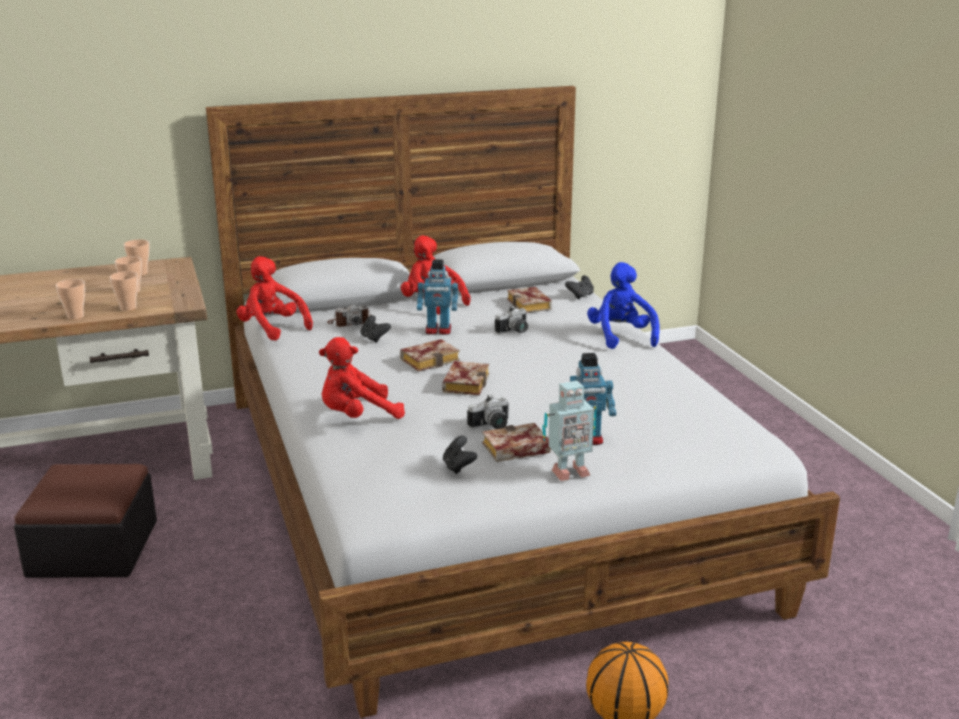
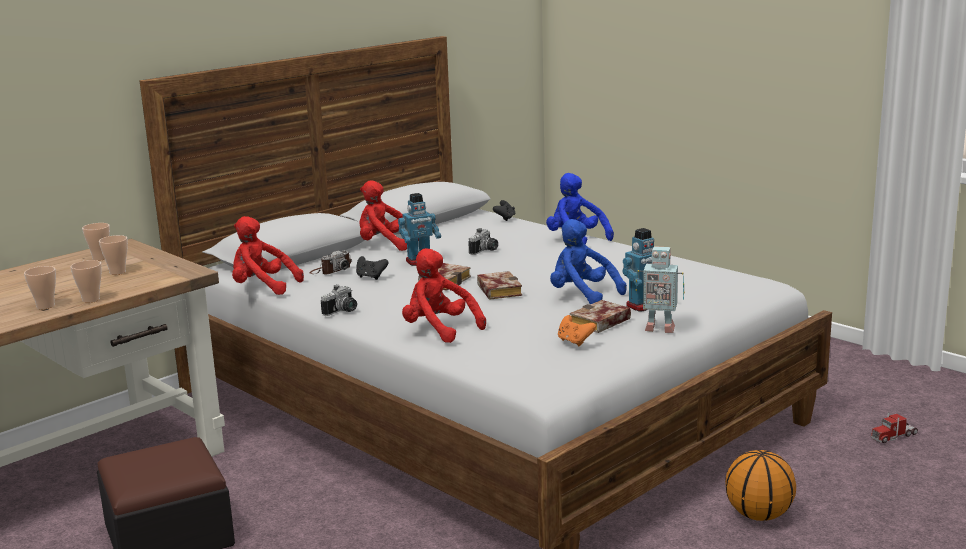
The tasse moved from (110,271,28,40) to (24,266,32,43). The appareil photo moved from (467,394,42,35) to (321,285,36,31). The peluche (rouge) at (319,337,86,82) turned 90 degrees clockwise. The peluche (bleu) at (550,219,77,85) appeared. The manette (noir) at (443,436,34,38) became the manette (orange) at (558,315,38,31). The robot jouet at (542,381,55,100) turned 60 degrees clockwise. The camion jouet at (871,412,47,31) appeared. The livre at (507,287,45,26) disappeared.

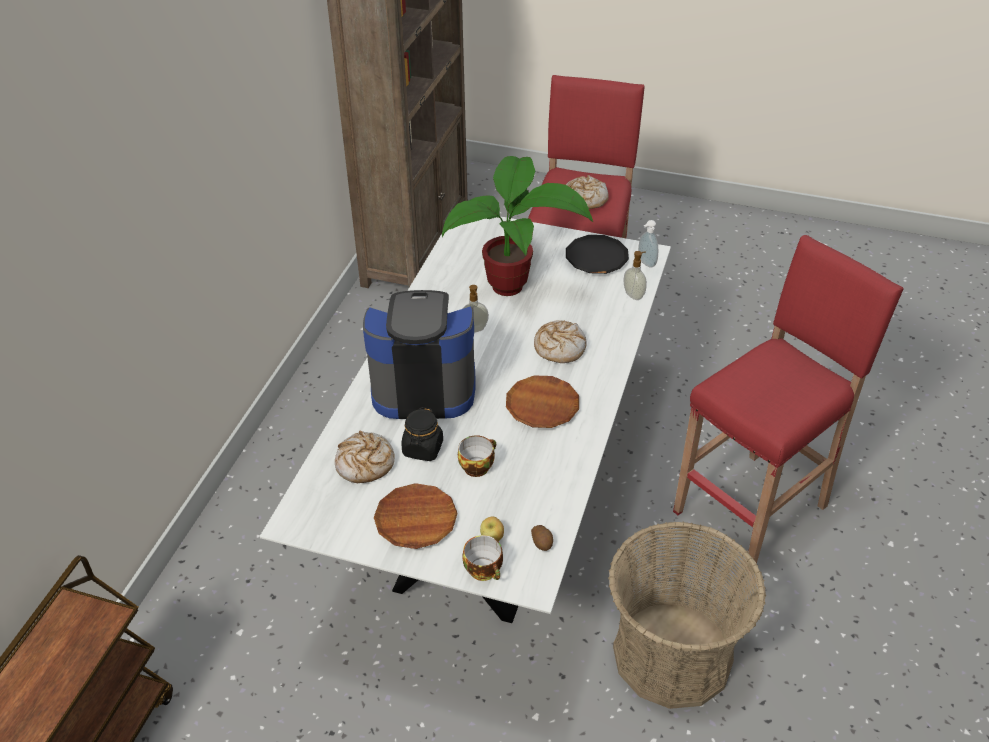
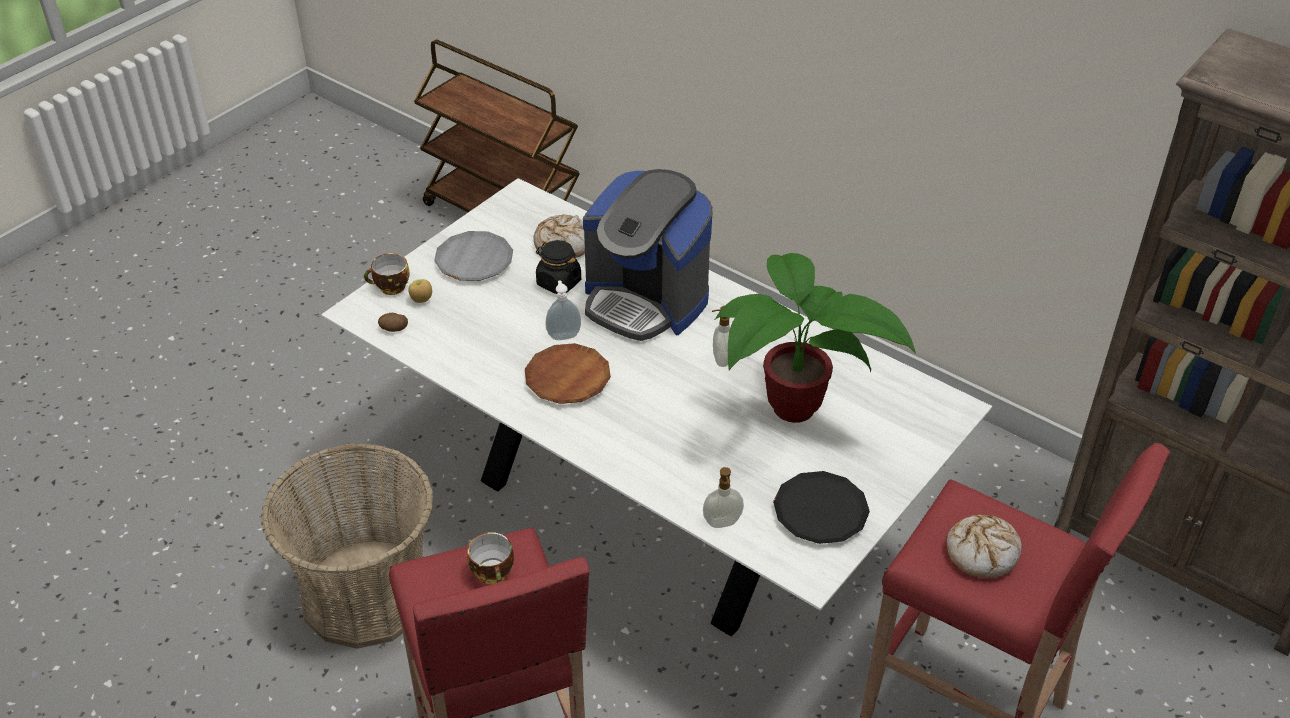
The assiette (marron) at (374,483,84,66) became the assiette (gris) at (434,231,79,50). The tasse moved from (458,435,38,42) to (467,532,47,52). The distributeur de savon moved from (638,220,20,48) to (546,280,35,60). The machine à café at (363,290,113,129) turned 105 degrees clockwise. The pain at (534,320,53,43) disappeared.

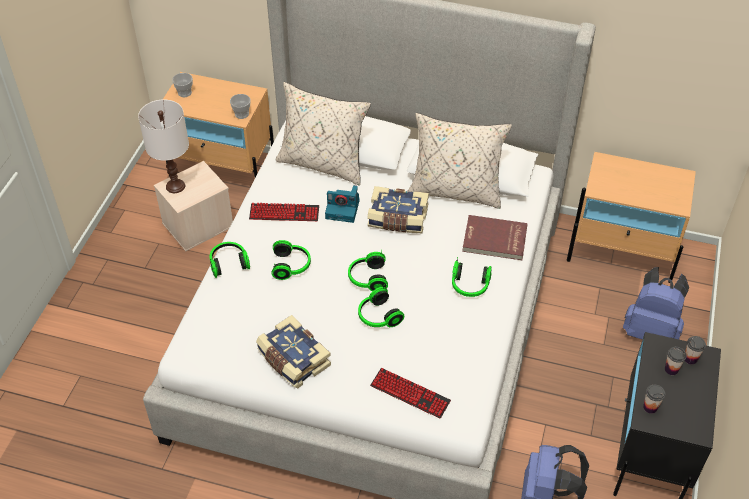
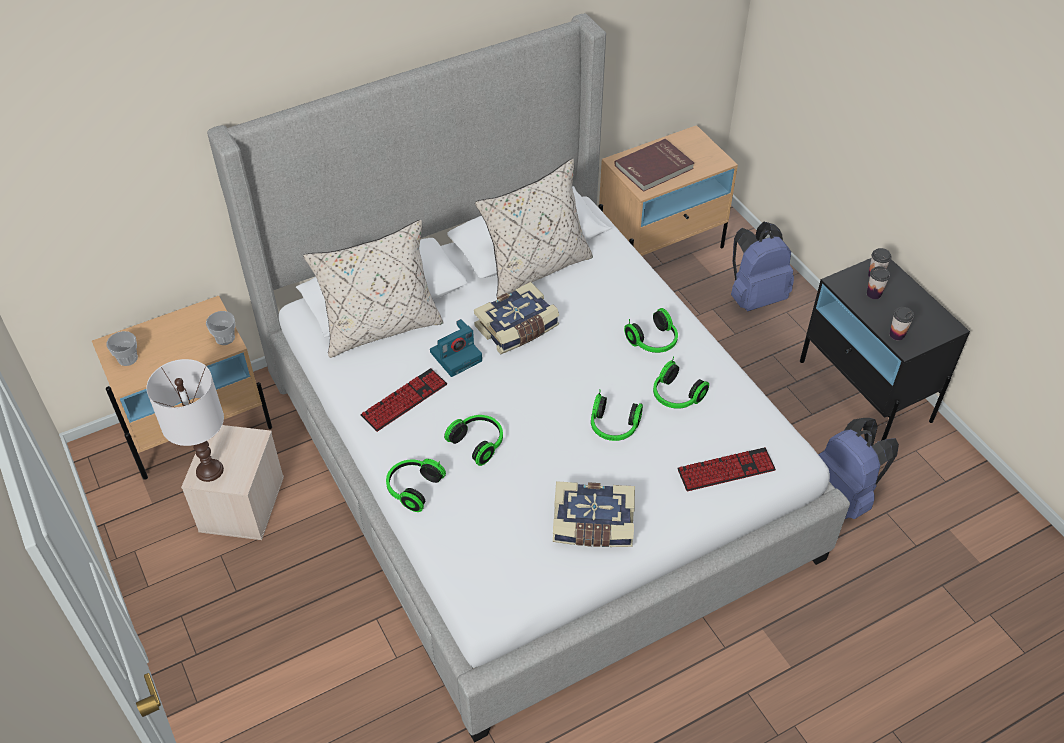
The livre (rouge) moved from (462,215,66,45) to (615,139,79,53). The casque audio moved from (348,250,40,41) to (653,356,56,53).

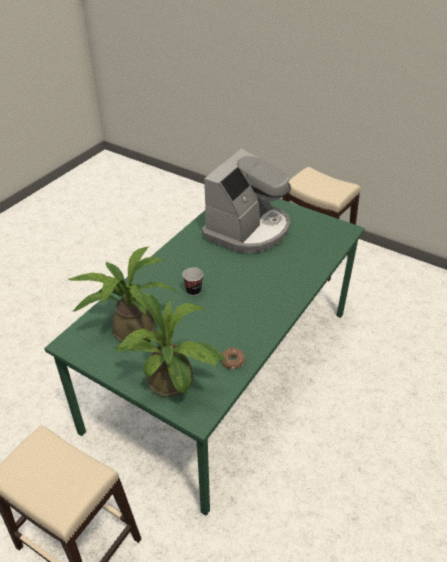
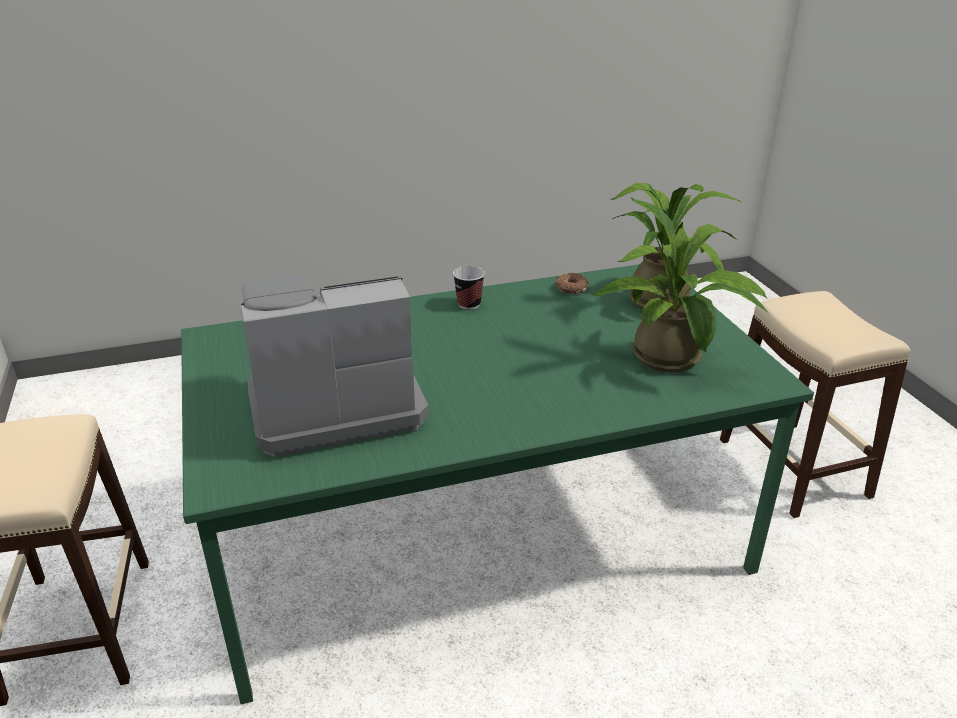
The tasse moved from (183,267,20,29) to (453,266,32,44).

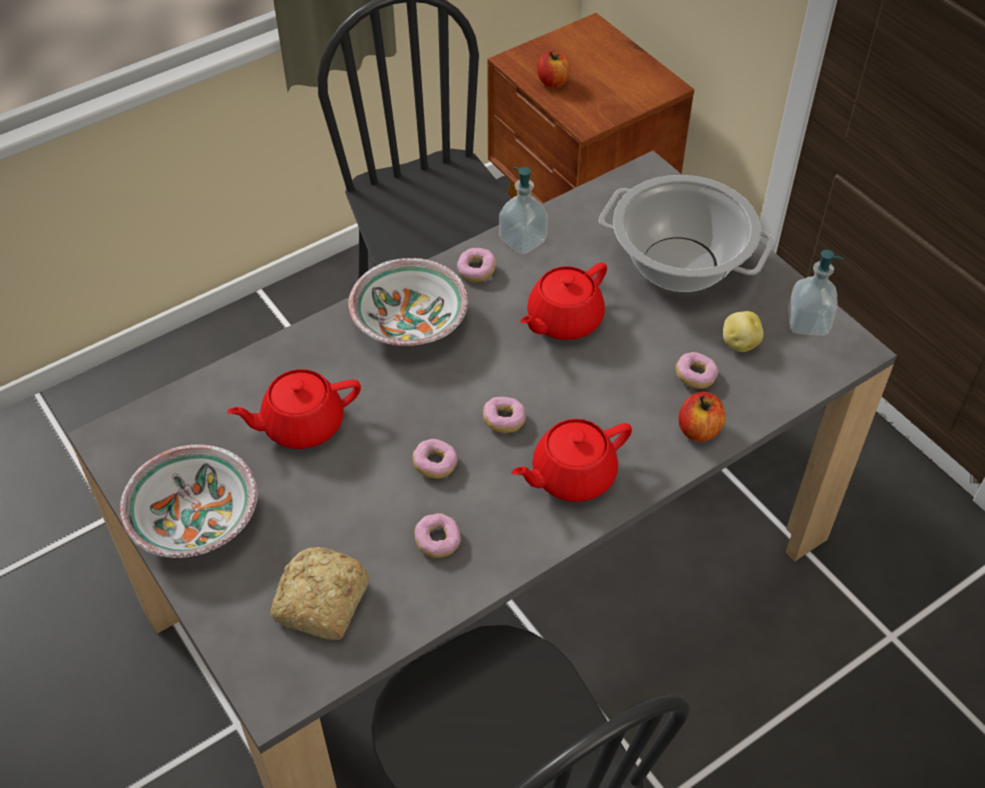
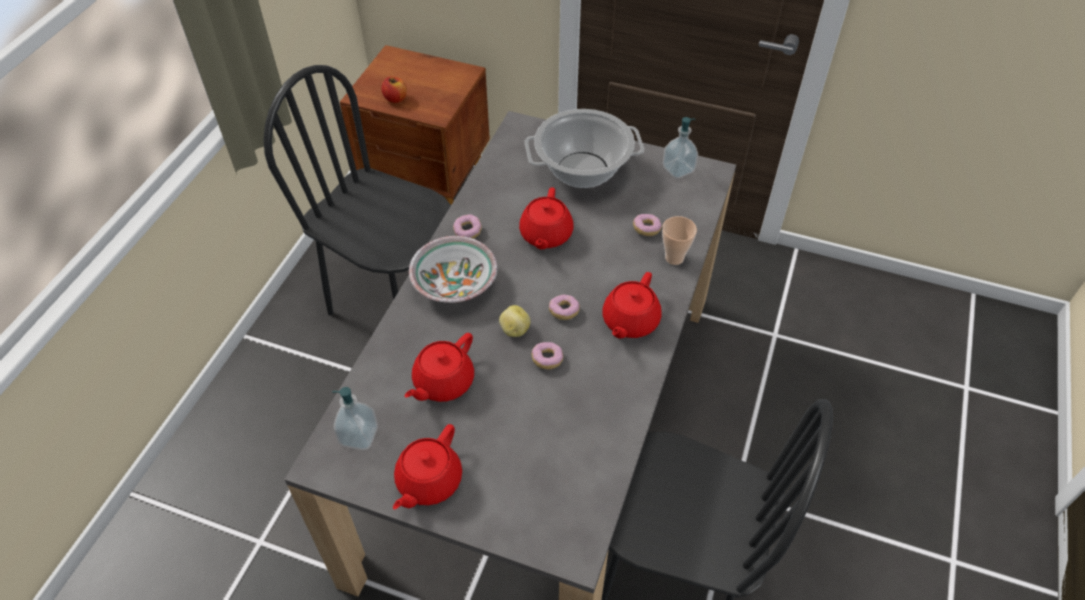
The distributeur de savon moved from (499,167,49,88) to (332,387,46,63). The bol at (120,444,138,114) was replaced by the théière (rouge) at (393,424,69,86). The pomme de terre moved from (723,311,41,41) to (499,305,31,32). The pomme at (679,392,46,50) was replaced by the tasse at (662,216,35,49). The pain at (271,547,98,93) disappeared. The beignet at (415,513,46,45) disappeared.

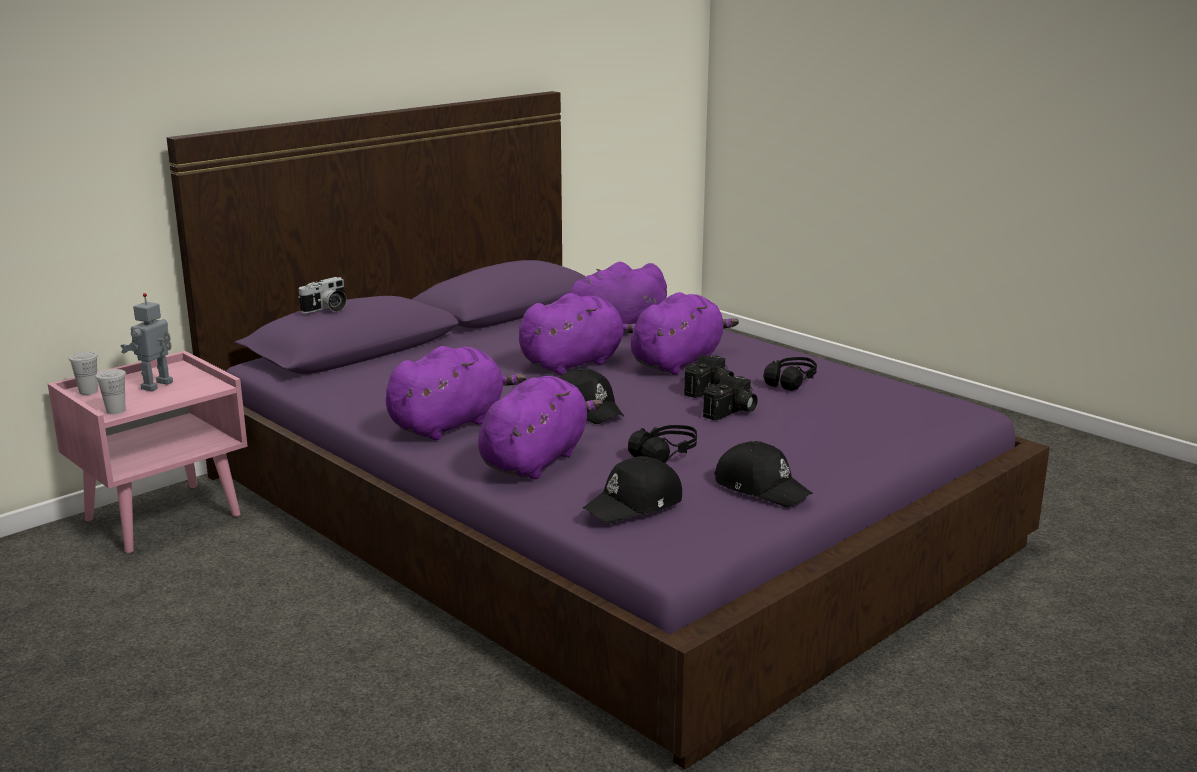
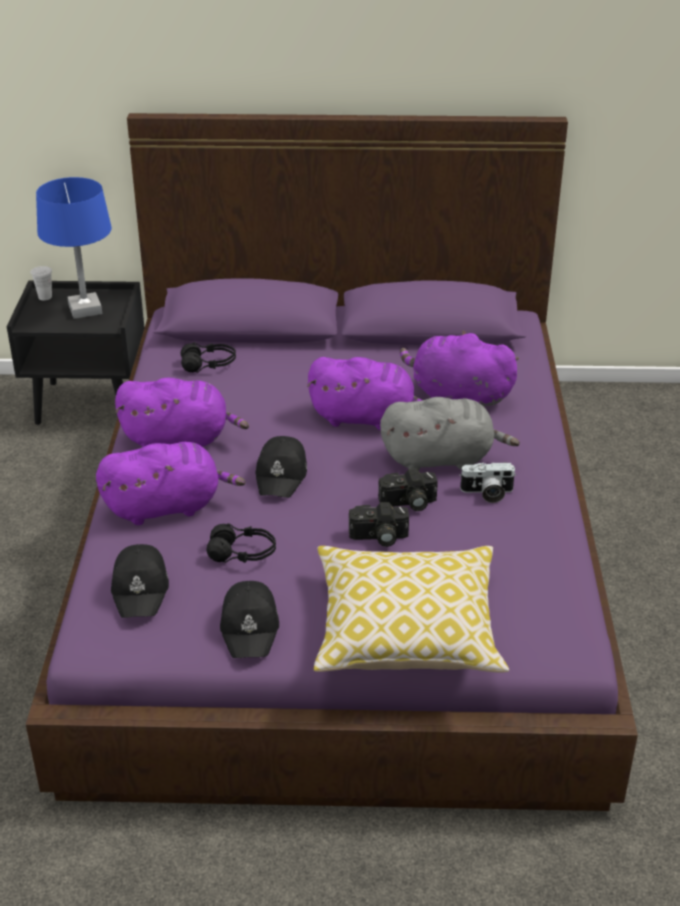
The table de chevet (rose) at (48,351,200,202) became the table de chevet (noir) at (7,281,138,144). The robot jouet at (120,293,53,98) was replaced by the lampe de table (bleu) at (36,177,76,142). The casquette (noir) at (583,456,99,67) turned 105 degrees counterclockwise. The casque audio (noir) moved from (764,357,53,34) to (181,342,55,31). The coussin at (314,546,195,127) appeared. The peluche (violet) at (631,292,108,83) became the peluche (gris) at (380,397,140,74). The appareil photo moved from (298,277,48,36) to (459,462,57,41). The tasse (blanc) at (96,369,30,45) disappeared.

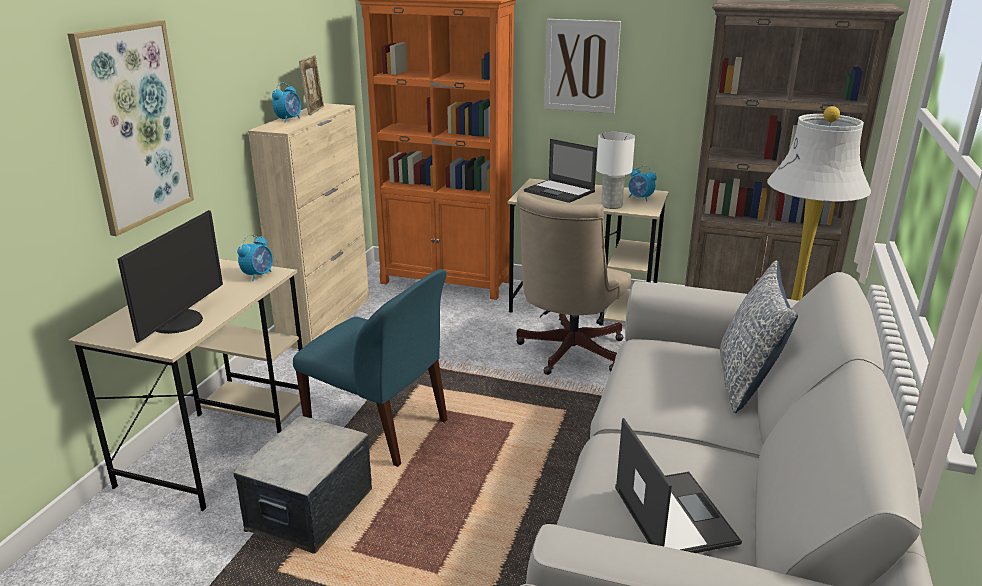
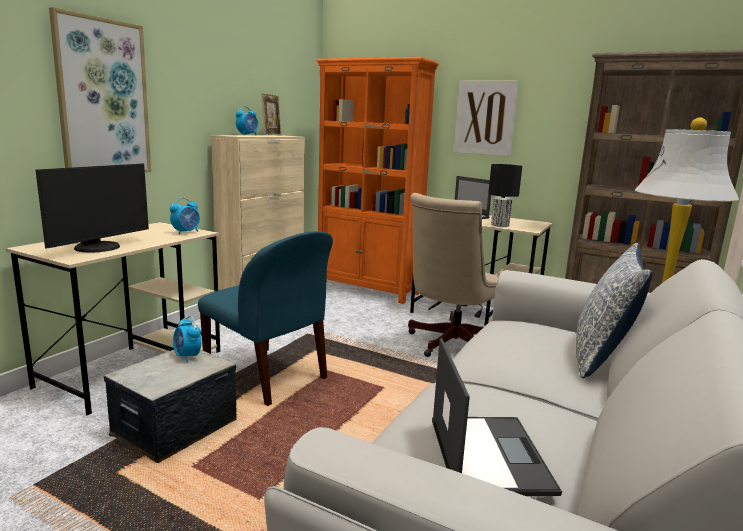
The réveil moved from (629,166,28,35) to (173,316,29,47). The lampe de table (blanc) at (596,132,39,77) became the lampe de table (noir) at (488,164,34,63).

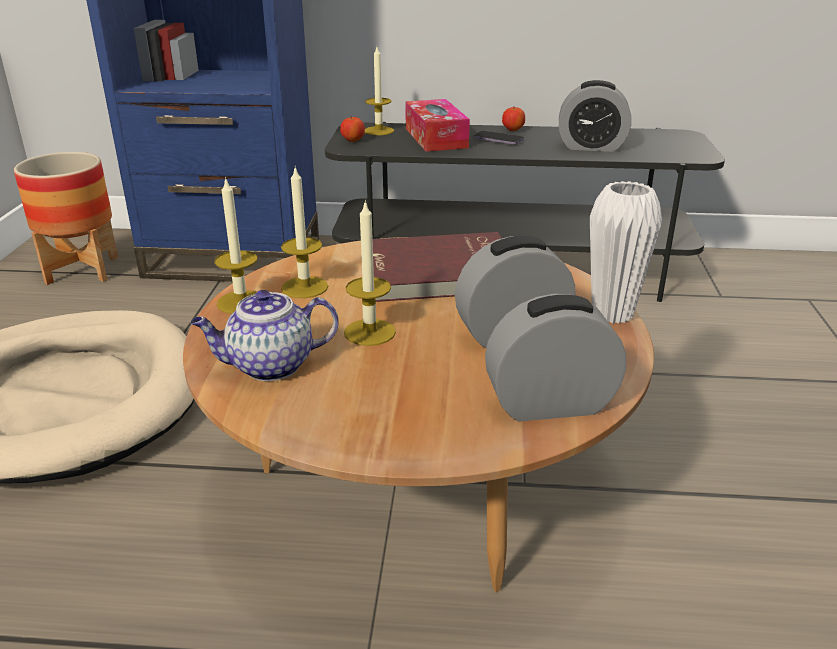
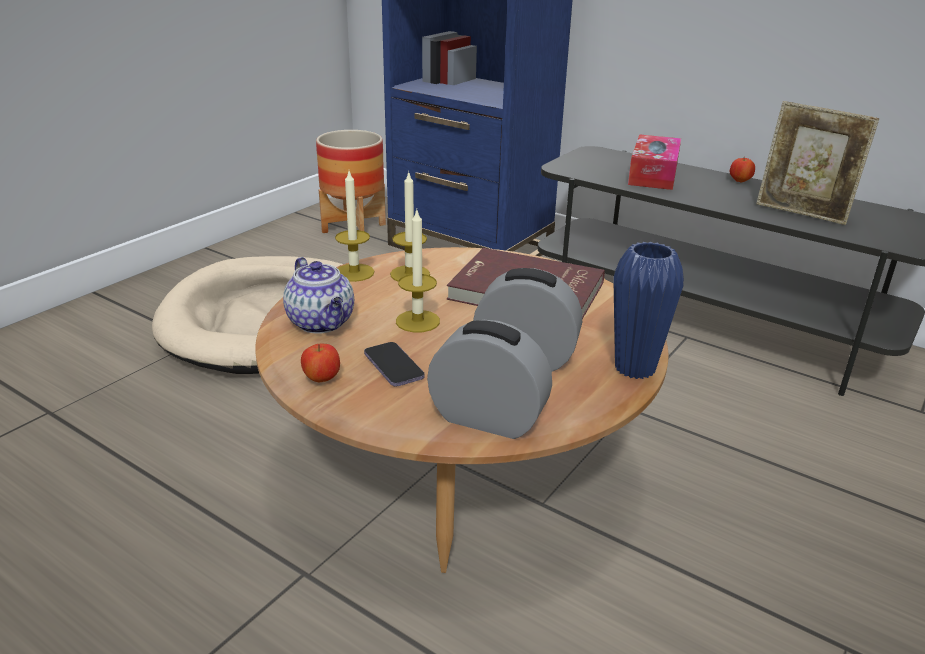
The théière at (190,290,148,91) turned 135 degrees counterclockwise. The pomme moved from (340,116,25,26) to (301,344,39,38). The téléphone moved from (473,131,51,14) to (364,342,61,45). The vase (blanc) at (590,181,72,143) became the vase (bleu) at (613,242,71,137). The réveil at (559,80,72,72) was replaced by the cadre photo at (756,101,123,124). The bougie at (365,47,29,88) disappeared.

